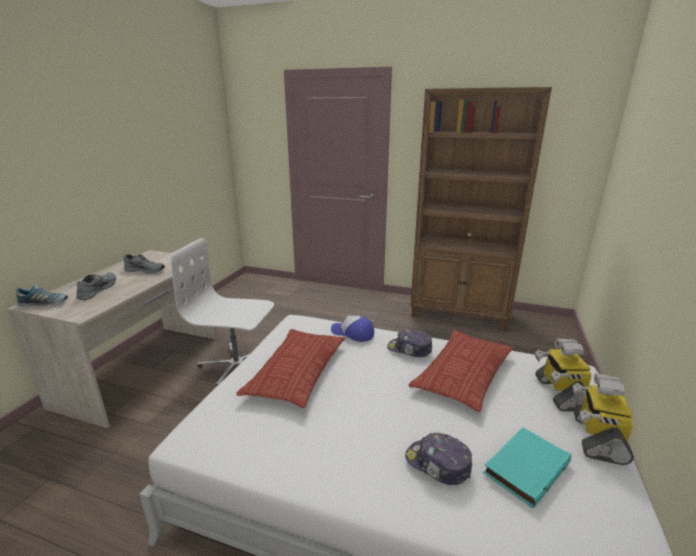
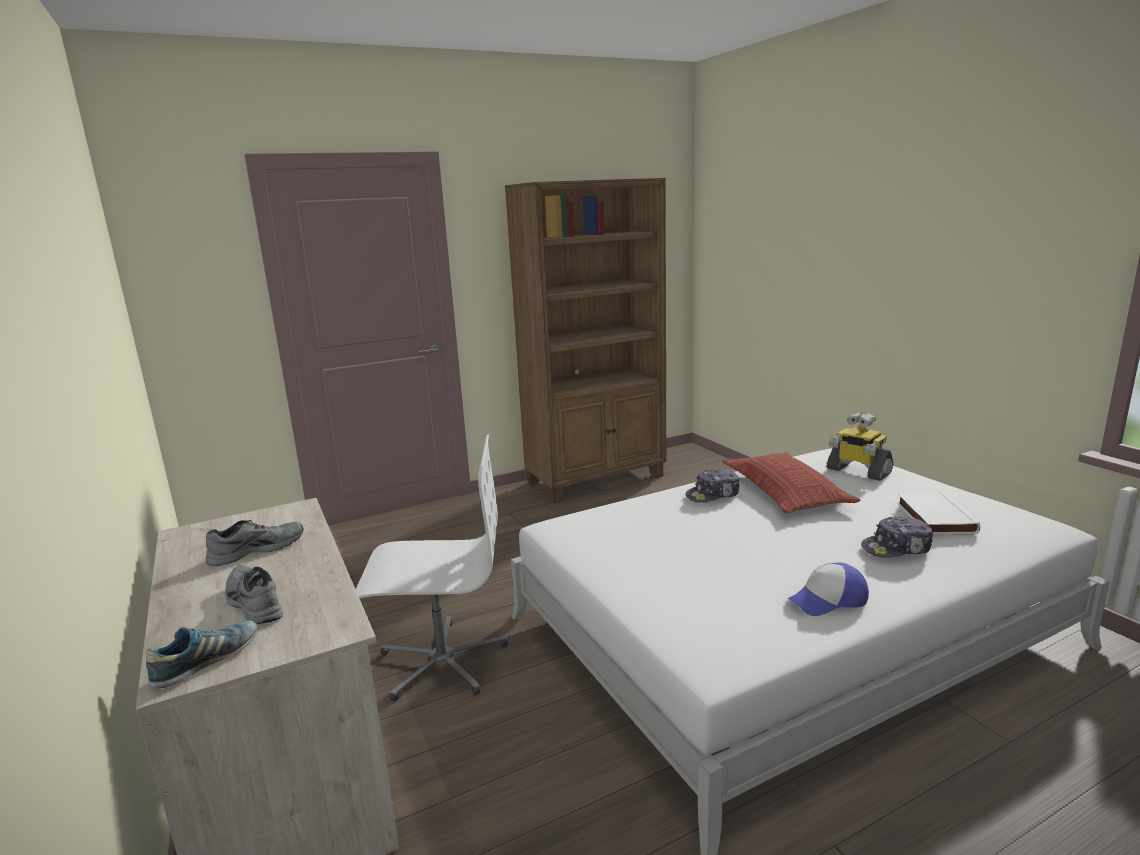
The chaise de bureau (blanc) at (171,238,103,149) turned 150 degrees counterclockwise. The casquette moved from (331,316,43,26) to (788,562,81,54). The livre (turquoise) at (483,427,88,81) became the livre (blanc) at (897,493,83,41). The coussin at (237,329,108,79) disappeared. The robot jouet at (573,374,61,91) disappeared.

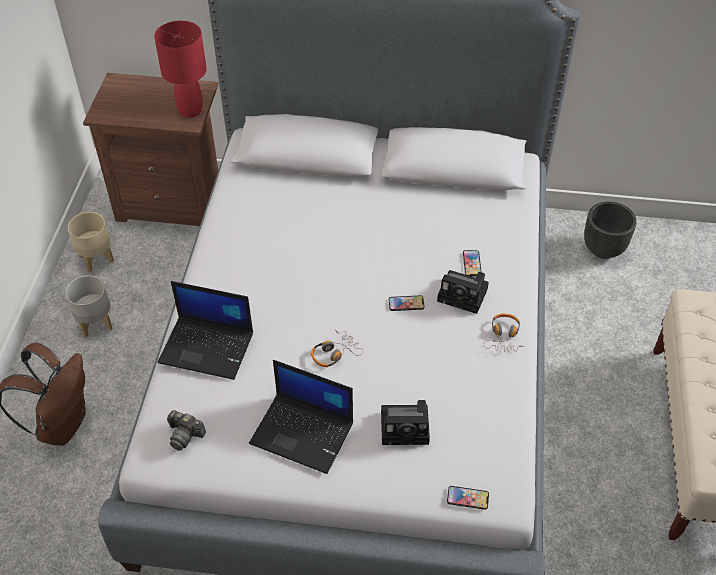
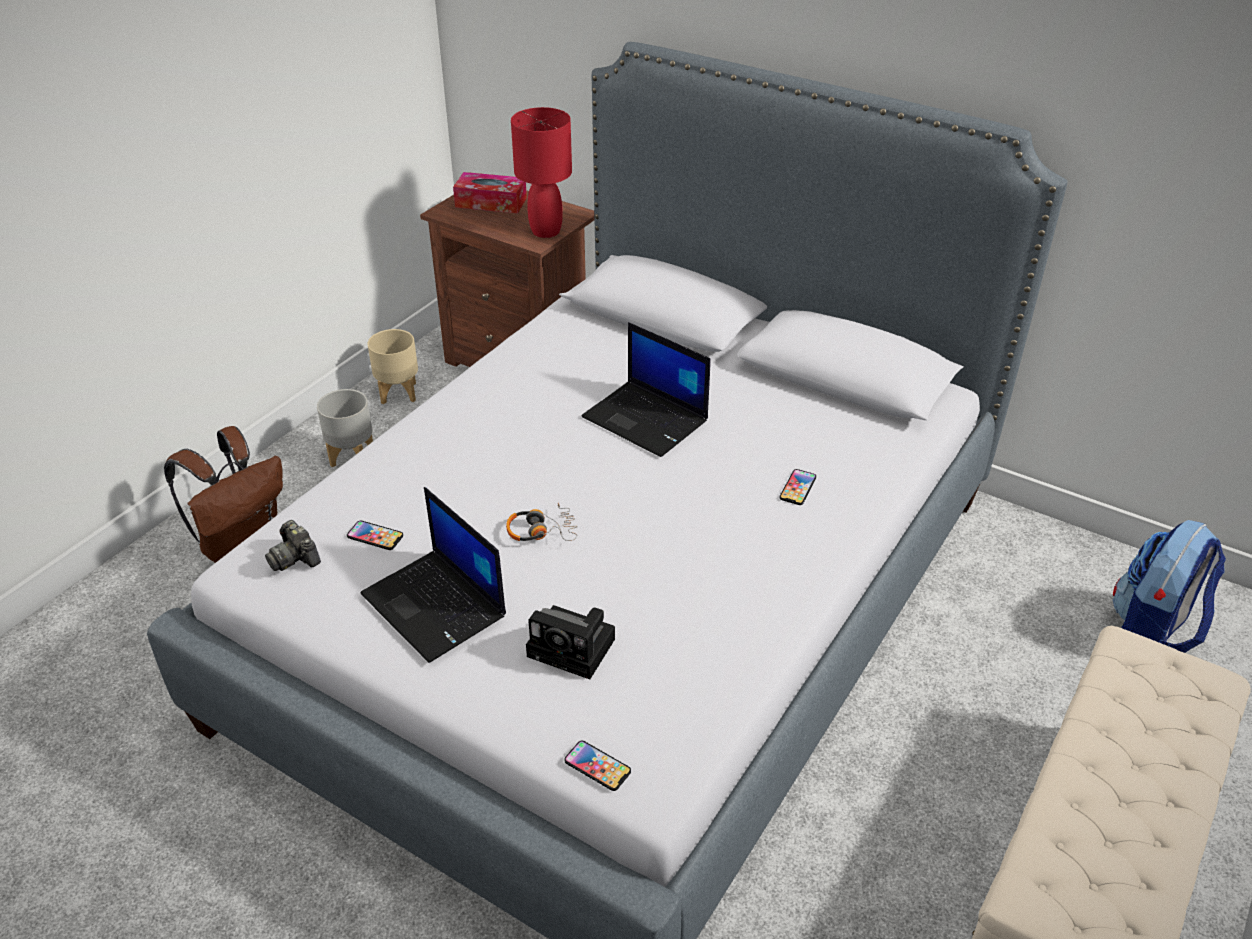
The téléphone moved from (389,296,35,15) to (347,521,56,29). The boîte à mouchoirs at (453,172,74,41) appeared. The ordinateur portable moved from (158,281,95,99) to (581,322,130,135). The sac à dos at (1113,520,113,133) appeared. The appareil photo at (437,270,52,44) disappeared. The casque audio at (484,313,41,39) disappeared. The cache-pot (noir) at (584,201,53,58) disappeared.

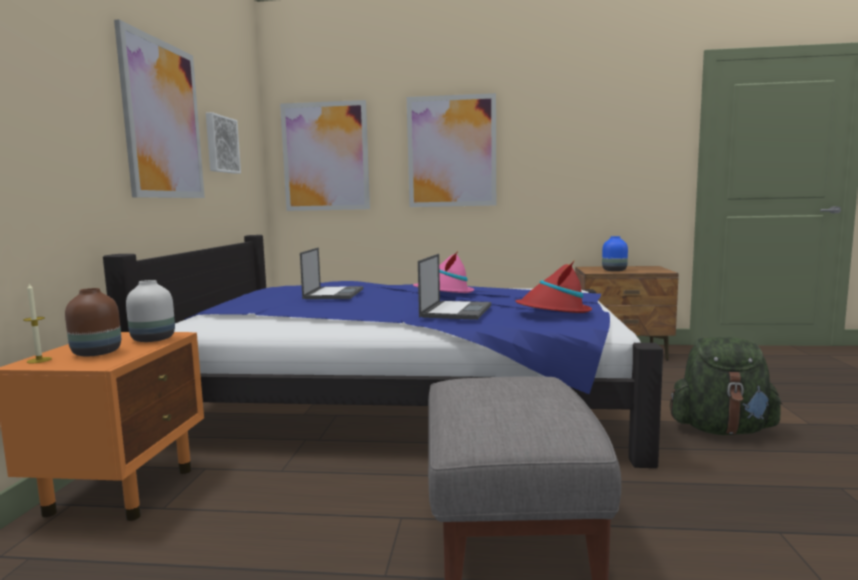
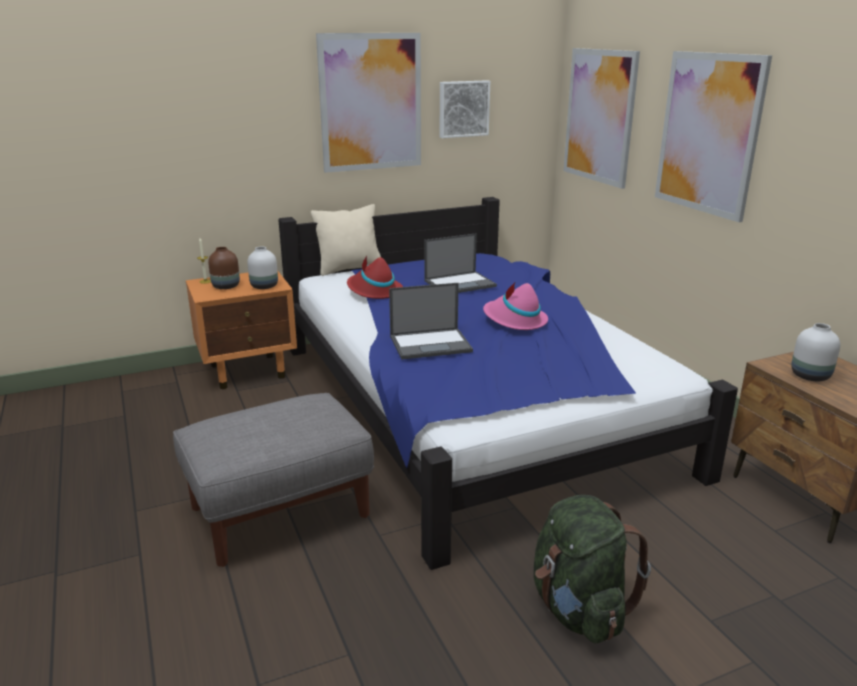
The coussin (beige) at (311,204,70,72) appeared. The chapeau (rouge) moved from (515,260,77,53) to (347,256,56,43). The vase (bleu) at (602,236,26,35) became the vase (blanc) at (791,323,49,58).

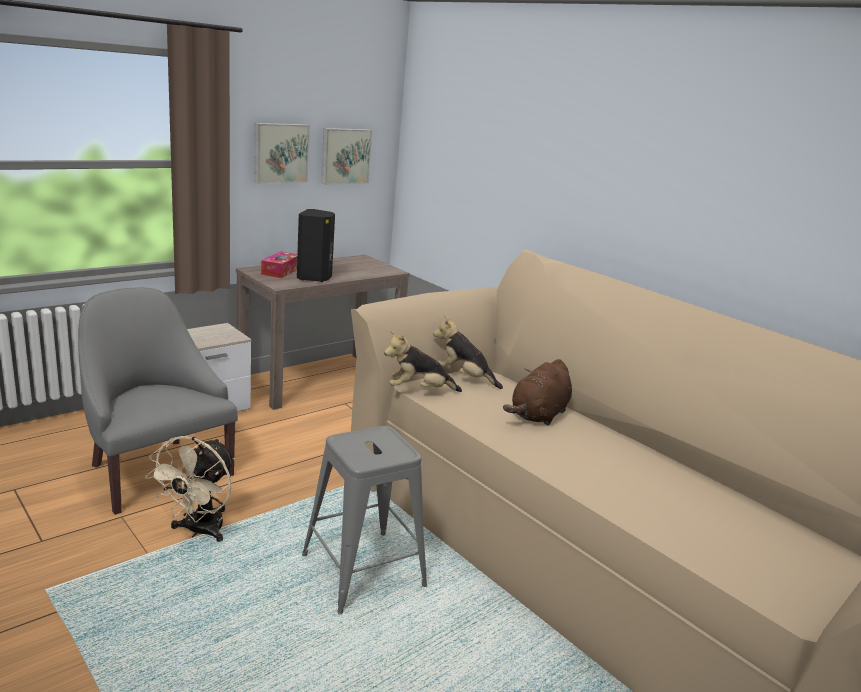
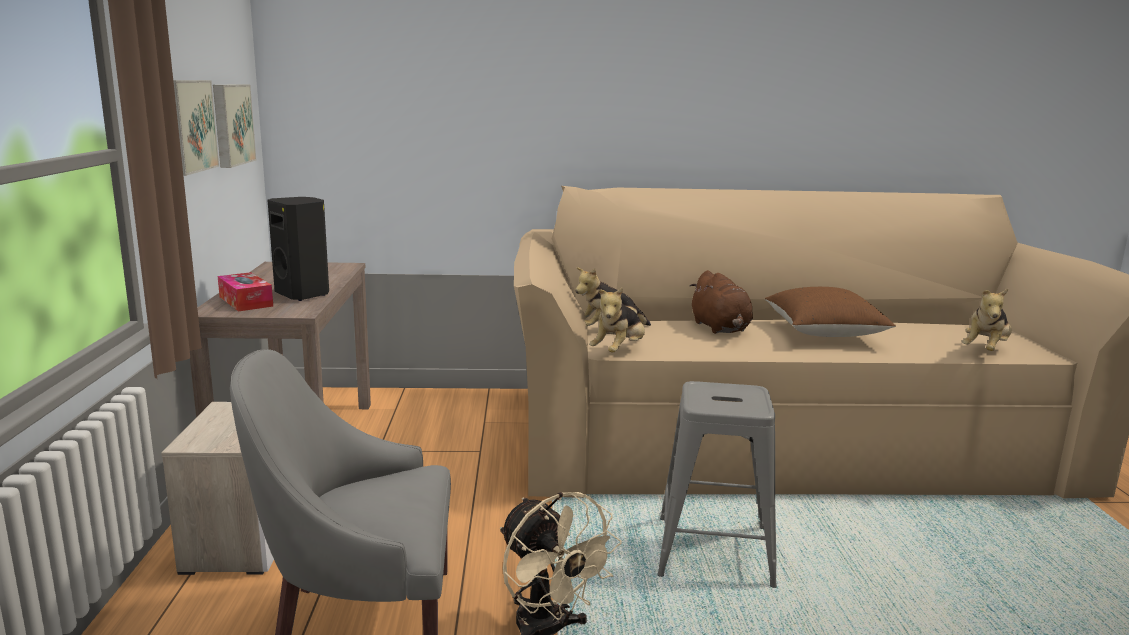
The coussin (marron) at (765,287,131,50) appeared. The peluche at (962,289,50,62) appeared.

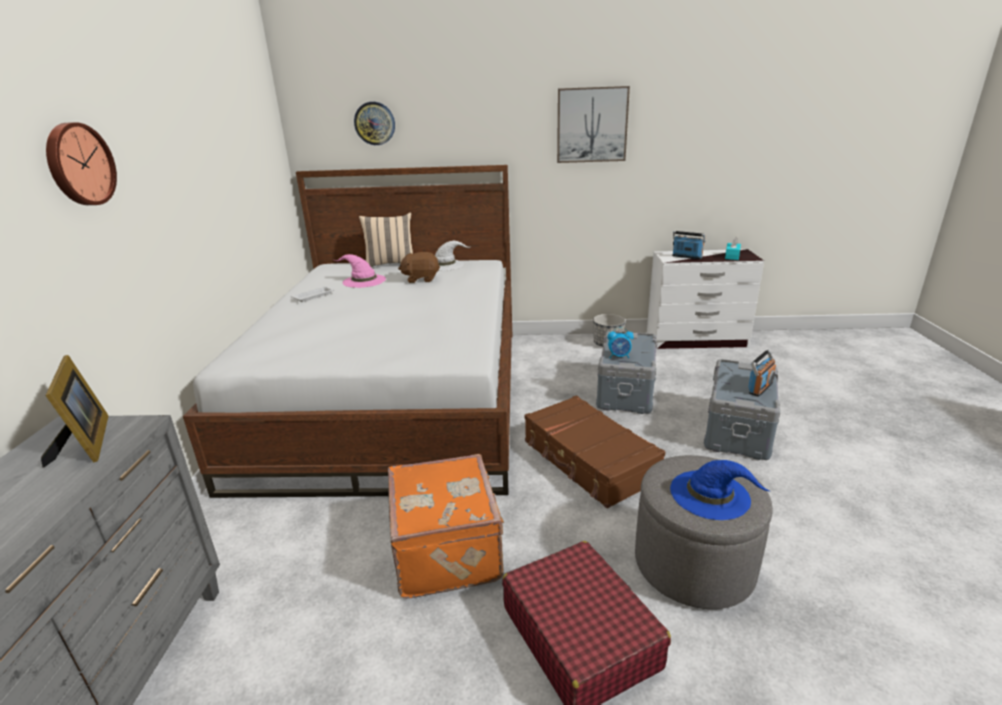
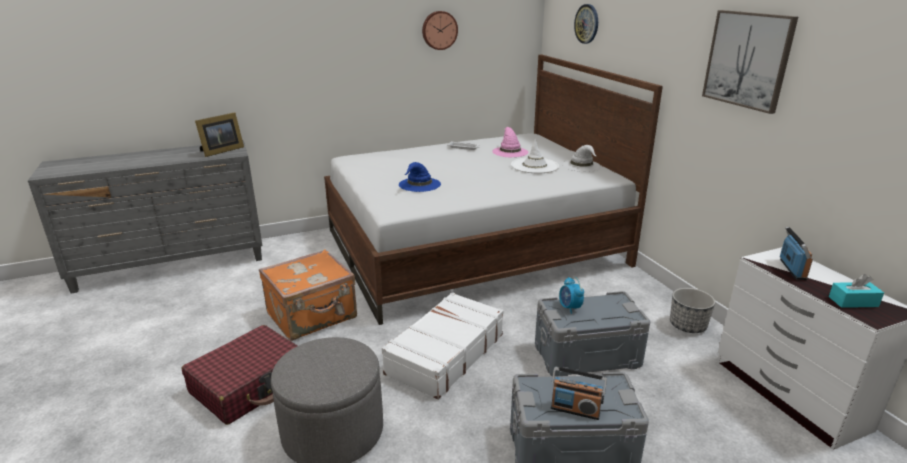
The valise (marron) at (525,395,140,113) became the valise (blanc) at (382,292,122,108). The chapeau (bleu) moved from (670,460,100,60) to (399,162,42,30). The horloge murale moved from (46,122,71,83) to (422,11,36,39). The peluche (marron) at (398,252,42,31) was replaced by the chapeau (blanc) at (511,138,48,35). The coussin (beige) at (359,212,54,55) disappeared.

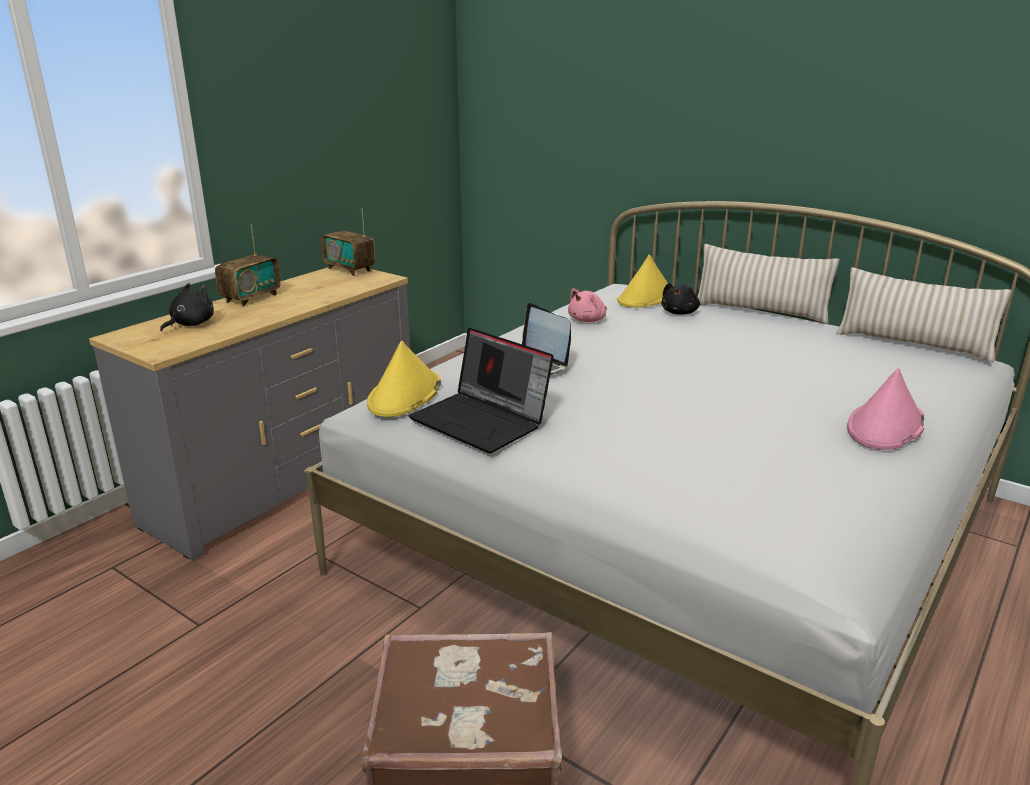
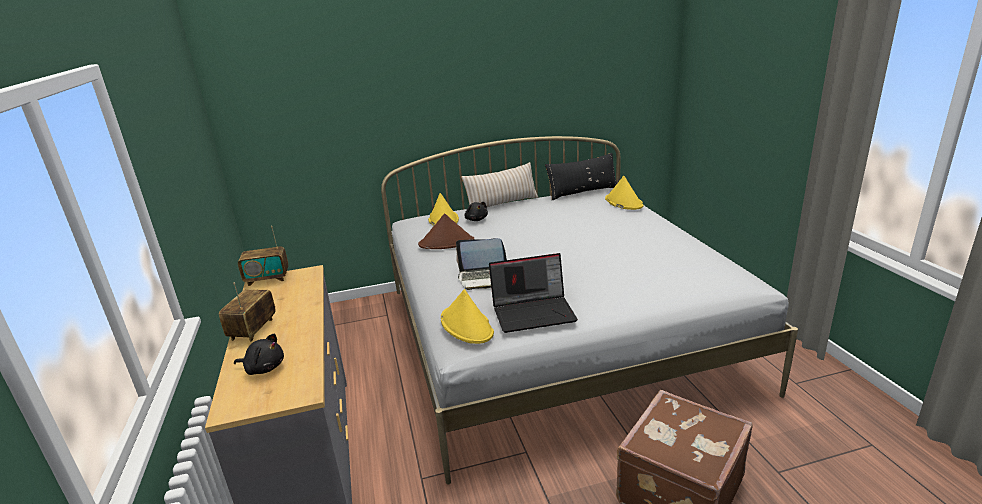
The radio at (215,224,66,83) turned 150 degrees counterclockwise. The peluche (noir) at (160,283,54,49) turned 120 degrees clockwise. The peluche (rose) at (568,288,39,34) was replaced by the chapeau (marron) at (418,214,56,35). The coussin (beige) at (836,267,176,95) became the coussin (noir) at (545,153,72,47). The chapeau (jaune) at (605,176,39,34) appeared. The chapeau (rose) at (847,368,77,82) disappeared.

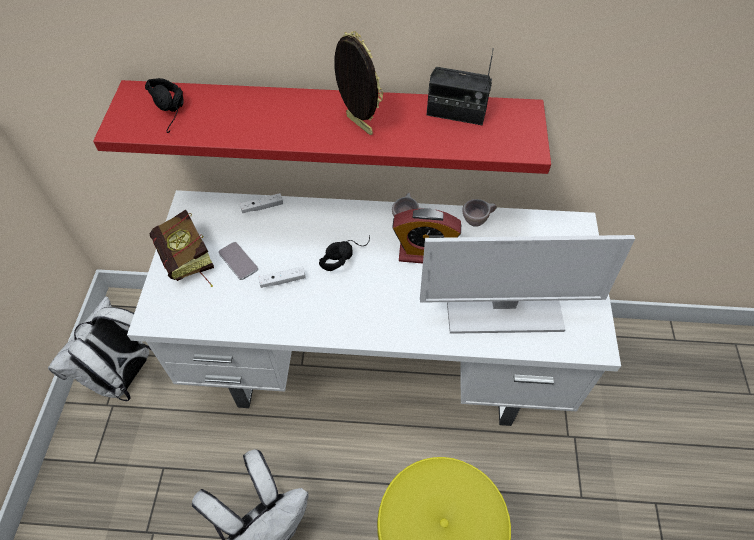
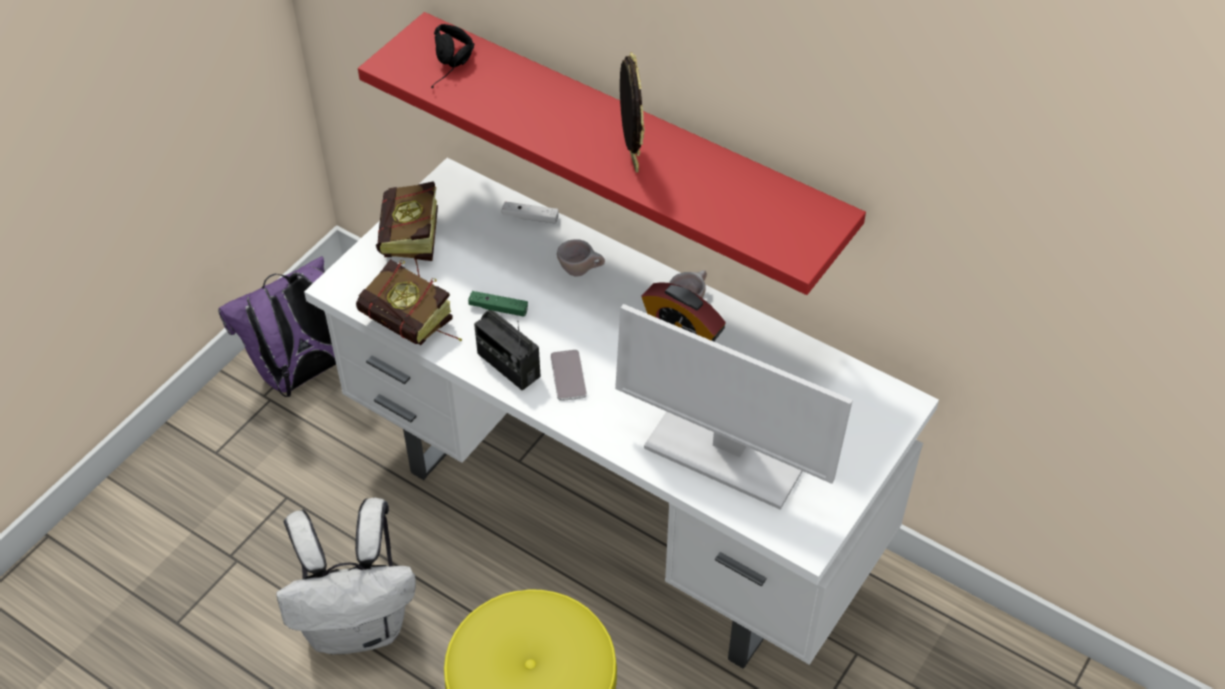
The sac à dos (blanc) at (48,296,103,105) became the sac à dos (violet) at (218,256,118,141). The livre at (356,259,106,86) appeared. The manette (blanc) at (258,266,47,22) became the manette (vert) at (468,291,60,26). The radio moved from (427,48,67,77) to (474,310,67,81). The téléphone moved from (218,242,40,38) to (550,349,37,52). The tasse (beige) moved from (462,199,35,28) to (557,239,48,38). The casque audio (noir) at (319,235,51,36) disappeared.

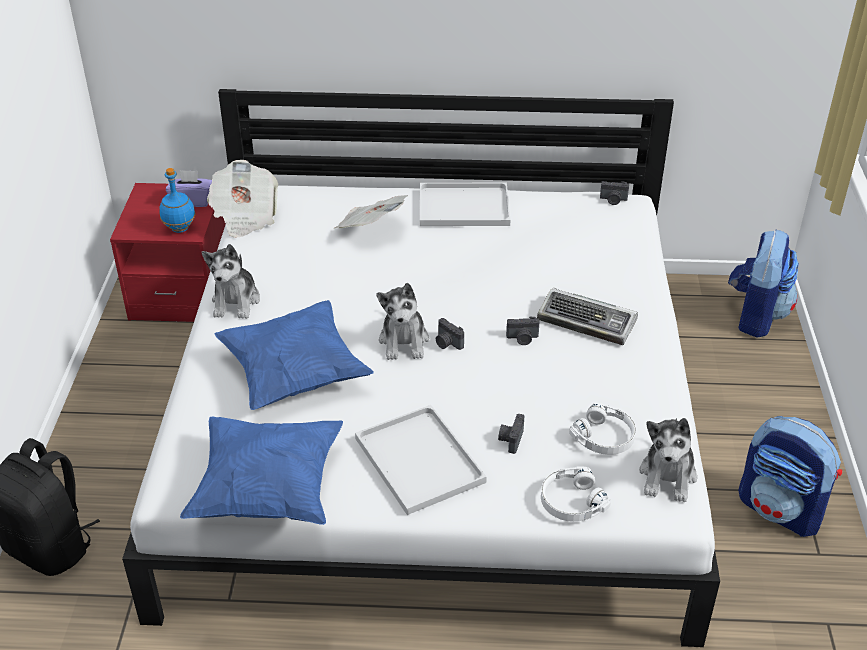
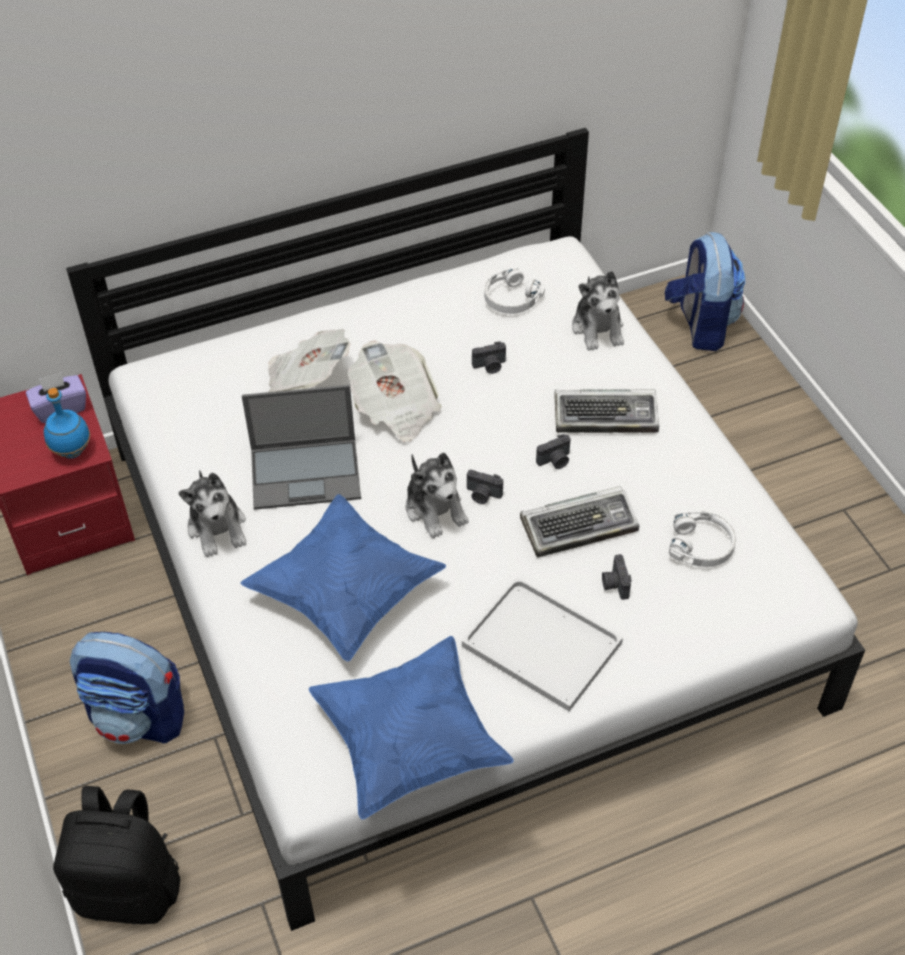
The sac à dos moved from (738,416,104,121) to (70,632,114,112). The ordinateur portable at (242,385,119,125) appeared. The journal moved from (207,160,71,78) to (348,340,94,102). The appareil photo moved from (600,181,29,24) to (472,341,34,33). The casque audio (blanc) moved from (541,466,70,56) to (484,267,61,47). The clavier at (520,486,119,71) appeared. The peluche moved from (639,418,58,84) to (572,271,52,80). The plateau (blanc) at (420,183,90,43) disappeared.

